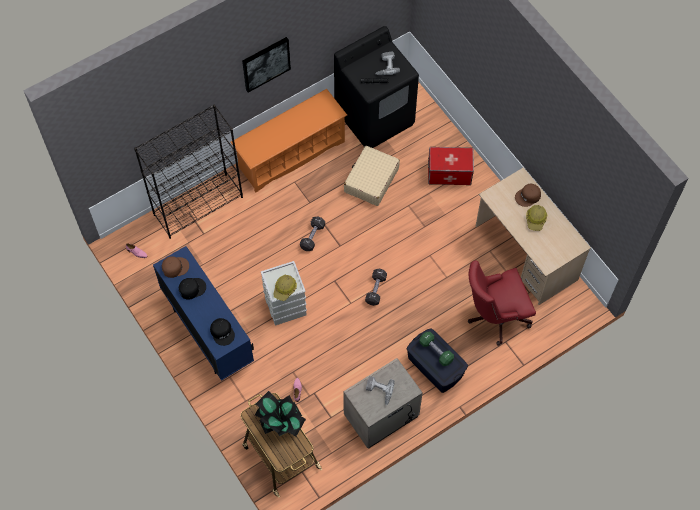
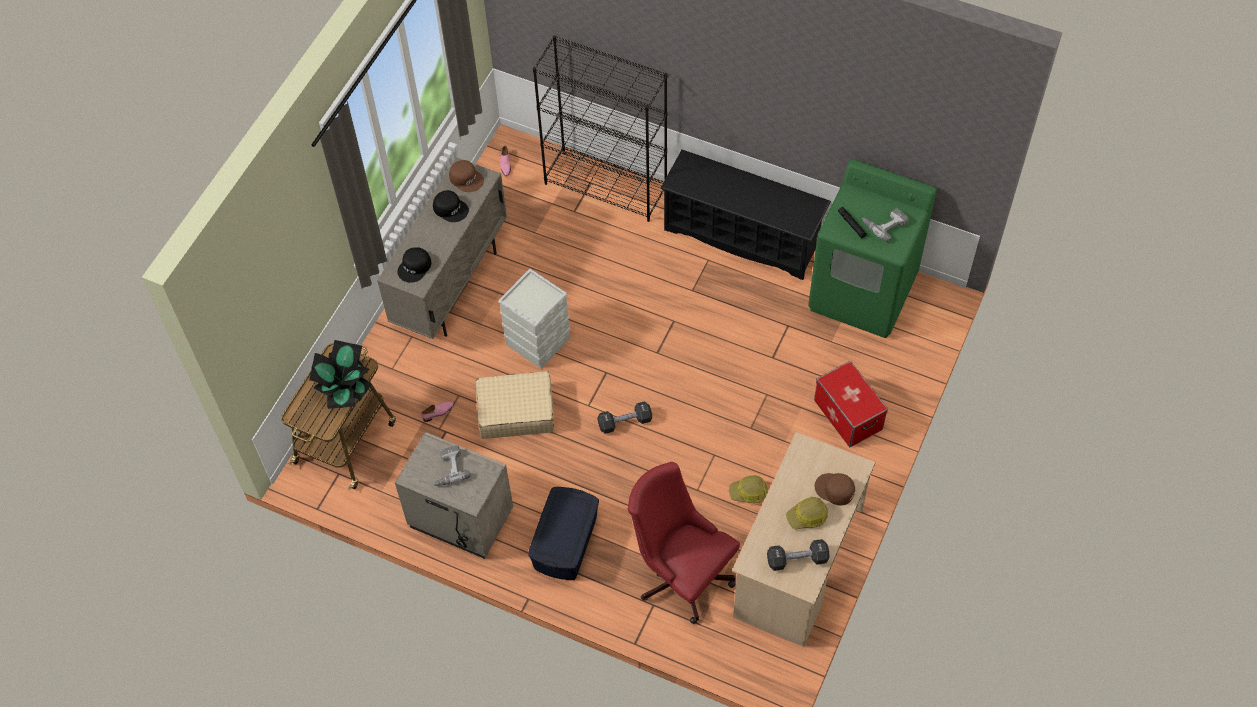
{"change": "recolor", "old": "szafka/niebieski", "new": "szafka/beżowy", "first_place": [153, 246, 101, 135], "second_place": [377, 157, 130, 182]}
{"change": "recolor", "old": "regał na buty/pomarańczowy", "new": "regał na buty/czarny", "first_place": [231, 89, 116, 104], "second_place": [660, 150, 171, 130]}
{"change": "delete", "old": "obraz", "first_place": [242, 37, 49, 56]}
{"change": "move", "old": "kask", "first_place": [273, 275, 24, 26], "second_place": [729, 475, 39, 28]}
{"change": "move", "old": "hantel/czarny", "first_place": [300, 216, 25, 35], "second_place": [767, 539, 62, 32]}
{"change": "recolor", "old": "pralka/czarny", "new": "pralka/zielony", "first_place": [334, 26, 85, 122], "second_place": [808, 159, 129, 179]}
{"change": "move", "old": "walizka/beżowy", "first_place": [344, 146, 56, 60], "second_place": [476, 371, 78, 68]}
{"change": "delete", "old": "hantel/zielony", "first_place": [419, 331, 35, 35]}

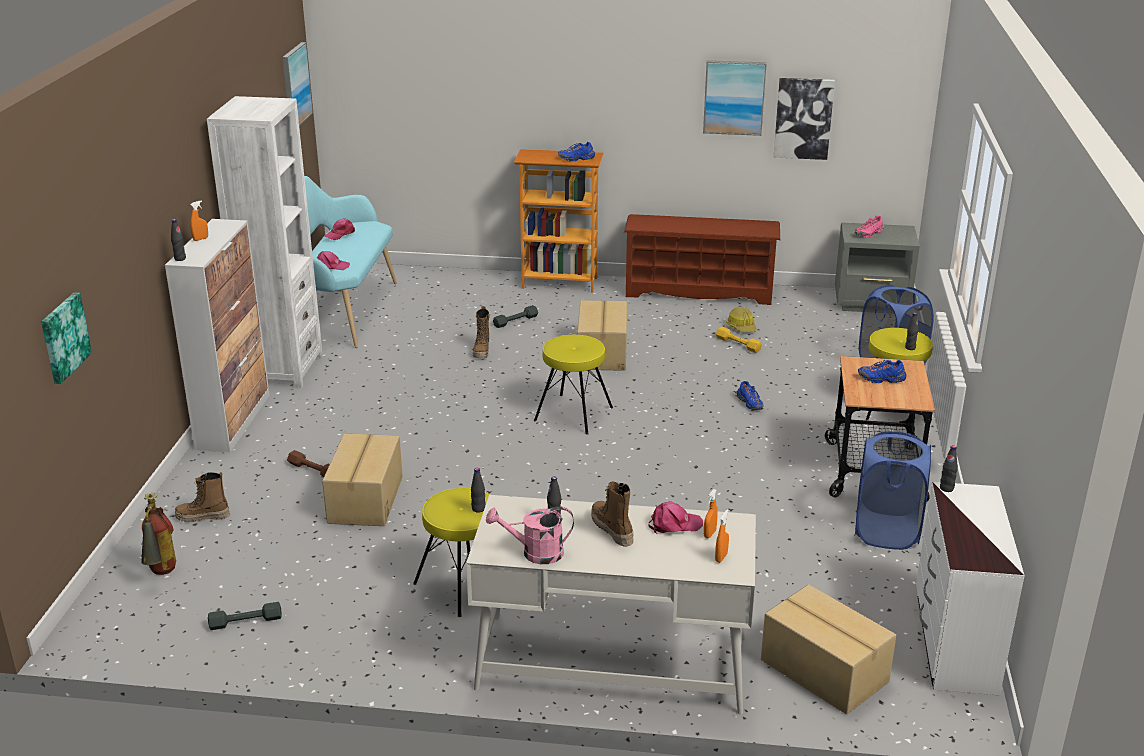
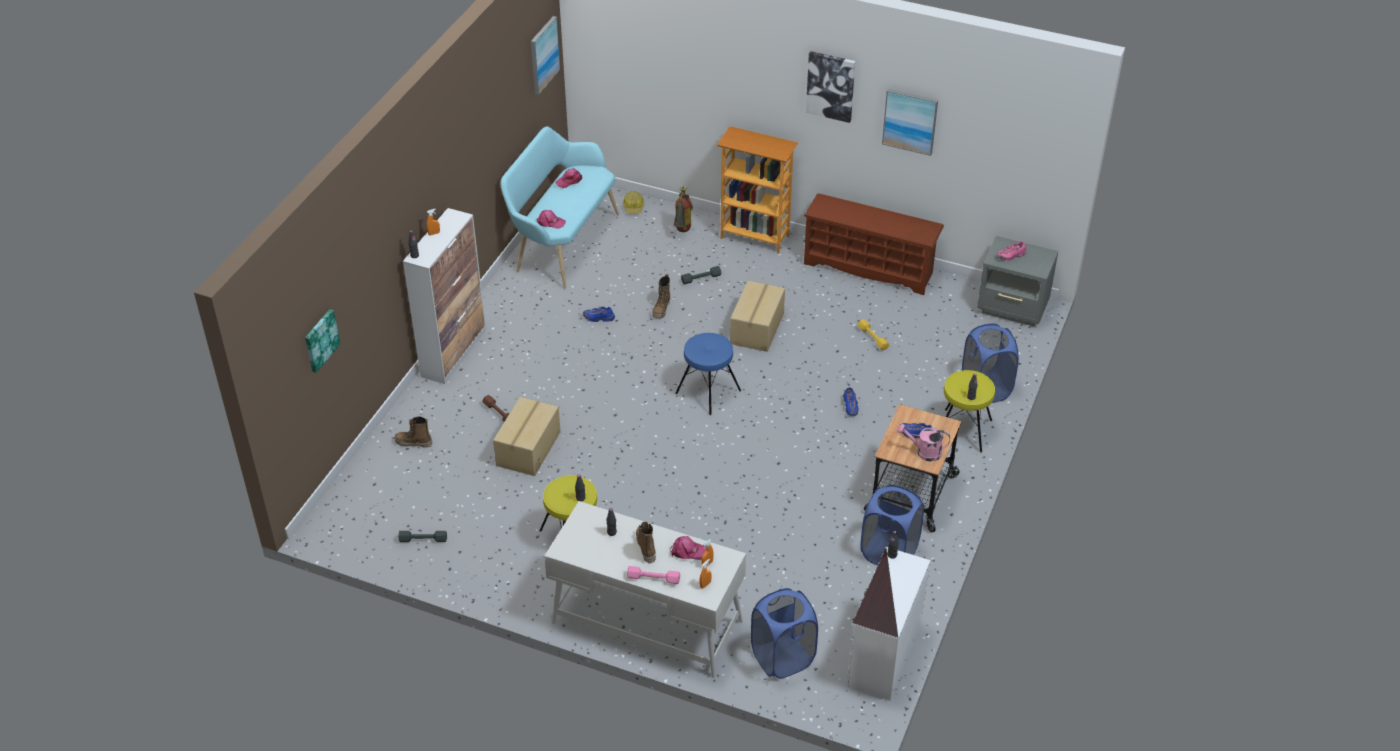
{"change": "move", "old": "gaśnica", "first_place": [141, 493, 35, 82], "second_place": [674, 186, 19, 46]}
{"change": "delete", "old": "regał/biały", "first_place": [207, 96, 116, 292]}
{"change": "move", "old": "konewka/różowy", "first_place": [486, 507, 88, 57], "second_place": [897, 424, 53, 38]}
{"change": "recolor", "old": "stołek/żółty", "new": "stołek/niebieski", "first_place": [534, 335, 79, 100], "second_place": [675, 333, 66, 82]}
{"change": "move", "old": "but/niebieski", "first_place": [558, 142, 37, 19], "second_place": [583, 307, 32, 15]}
{"change": "move", "old": "kask", "first_place": [726, 307, 31, 25], "second_place": [623, 191, 21, 23]}
{"change": "replace", "old": "karton", "new": "kosz na pranie/niebieski", "first_place": [761, 585, 135, 130], "second_place": [751, 588, 67, 91]}
{"change": "move", "old": "obraz", "first_place": [774, 78, 61, 82], "second_place": [806, 51, 49, 72]}
{"change": "insert", "new": "hantel/różowy", "second_place": [627, 566, 53, 18]}

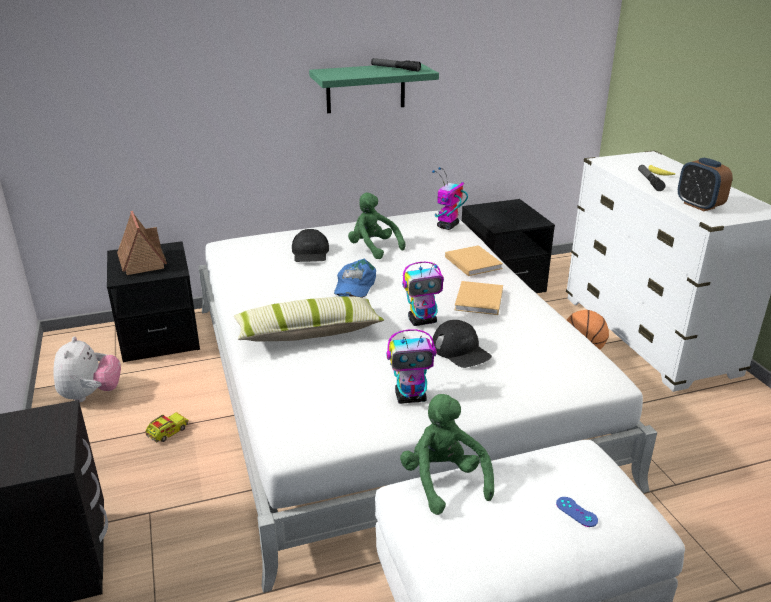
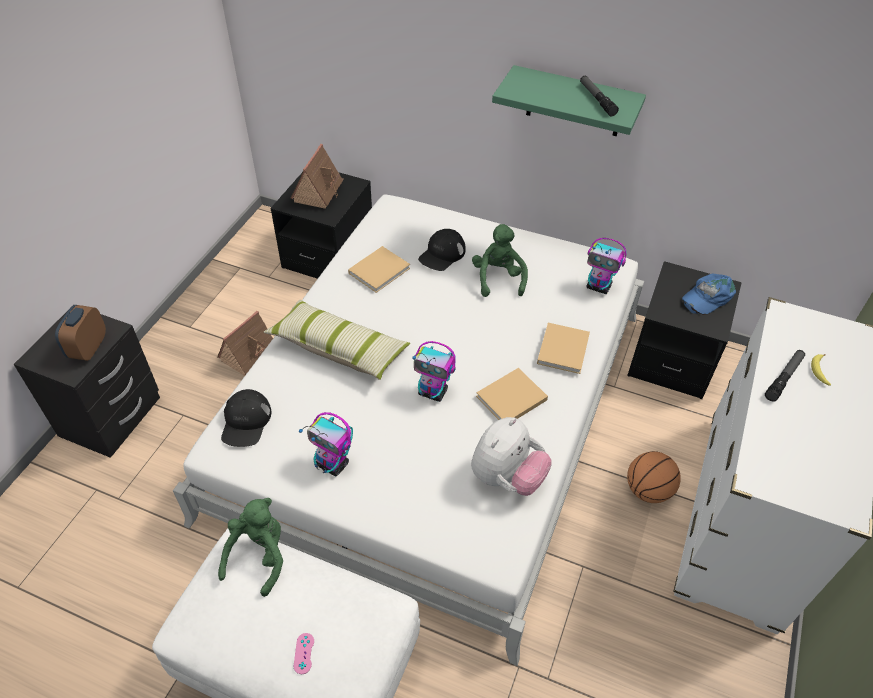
{"change": "move", "old": "pluszak", "first_place": [54, 337, 67, 66], "second_place": [471, 417, 81, 79]}
{"change": "replace", "old": "ciężarówka zabawkowa", "new": "domek", "first_place": [145, 412, 44, 30], "second_place": [217, 311, 56, 65]}
{"change": "move", "old": "czapka z daszkiem/niebieski", "first_place": [334, 259, 42, 39], "second_place": [682, 274, 54, 41]}
{"change": "rotate", "old": "robot zabawkowy", "first_place": [432, 167, 36, 63], "second_place": [586, 238, 40, 56], "degrees": -135}
{"change": "move", "old": "czapka z daszkiem/czarny", "first_place": [432, 320, 60, 48], "second_place": [221, 389, 50, 58]}
{"change": "recolor", "old": "pad do gier/niebieski", "new": "pad do gier/różowy", "first_place": [556, 497, 42, 30], "second_place": [294, 633, 20, 41]}
{"change": "move", "old": "budzik", "first_place": [678, 158, 55, 53], "second_place": [55, 305, 51, 56]}
{"change": "insert", "new": "książka/beżowy", "second_place": [348, 246, 62, 47]}

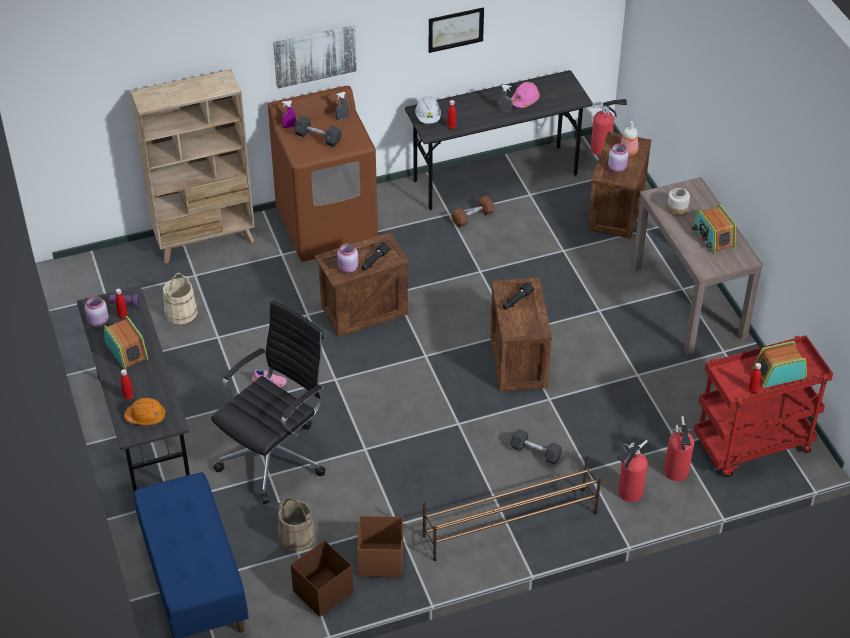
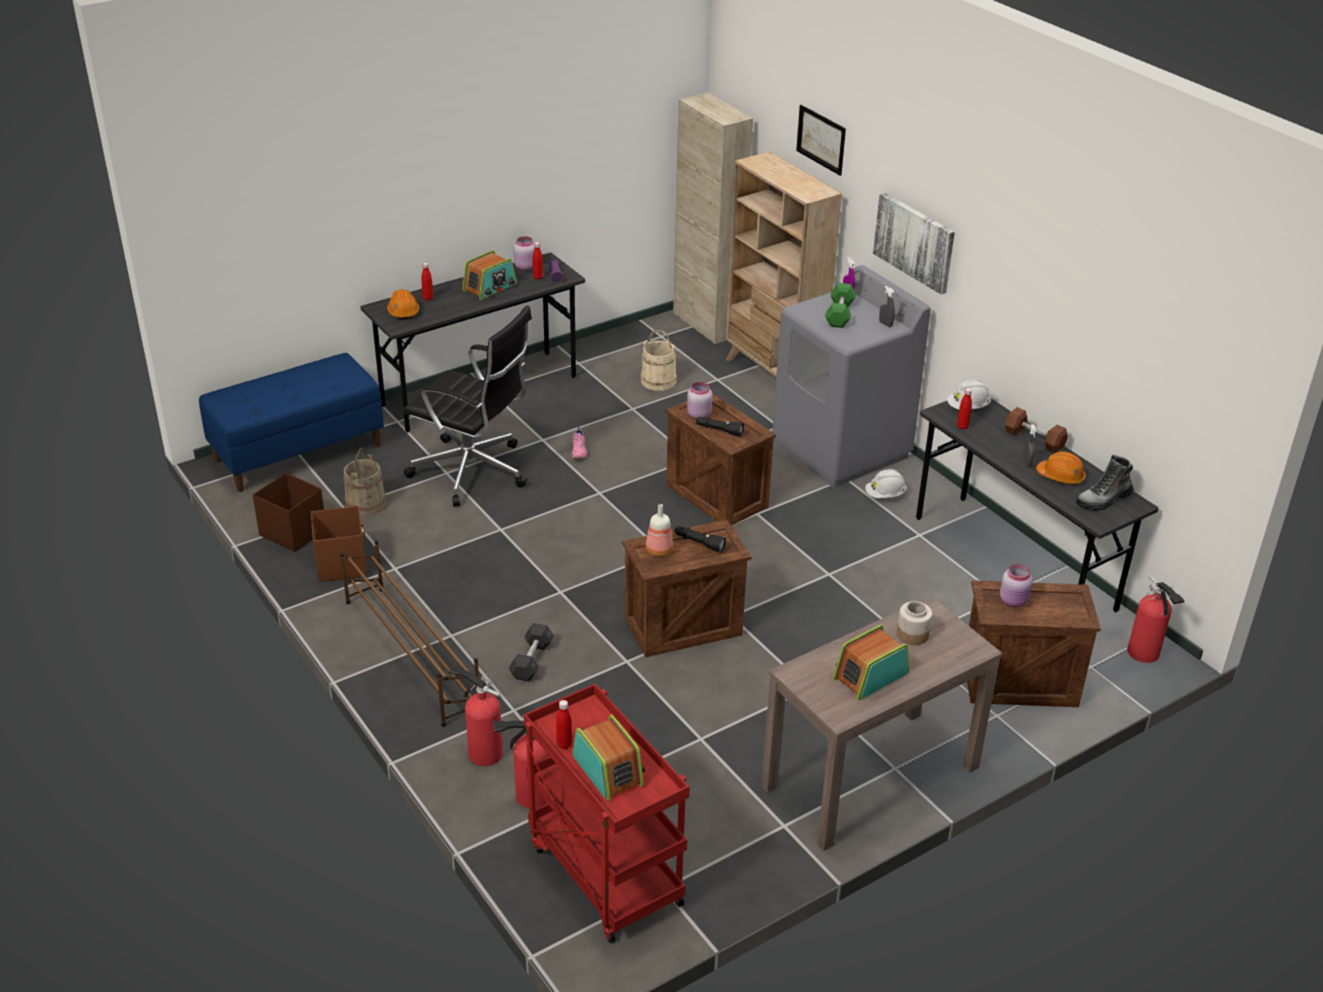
{"change": "recolor", "old": "pralka/brązowy", "new": "pralka/szary", "first_place": [268, 86, 110, 176], "second_place": [772, 265, 159, 222]}
{"change": "recolor", "old": "hantel/szary", "new": "hantel/zielony", "first_place": [294, 116, 47, 31], "second_place": [825, 283, 31, 45]}
{"change": "move", "old": "obraz", "first_place": [429, 7, 55, 46], "second_place": [796, 105, 50, 71]}
{"change": "move", "old": "hantel/brązowy", "first_place": [451, 196, 44, 32], "second_place": [1005, 407, 63, 46]}
{"change": "recolor", "old": "kask/różowy", "new": "kask/pomarańczowy", "first_place": [511, 82, 29, 26], "second_place": [1036, 451, 50, 33]}
{"change": "move", "old": "butelka", "first_place": [620, 121, 18, 35], "second_place": [646, 504, 27, 52]}
{"change": "insert", "new": "szafka/beżowy", "second_place": [673, 93, 80, 251]}
{"change": "insert", "new": "kask/biały", "second_place": [865, 469, 41, 29]}
{"change": "insert", "new": "but z cholewką", "second_place": [1076, 455, 58, 56]}

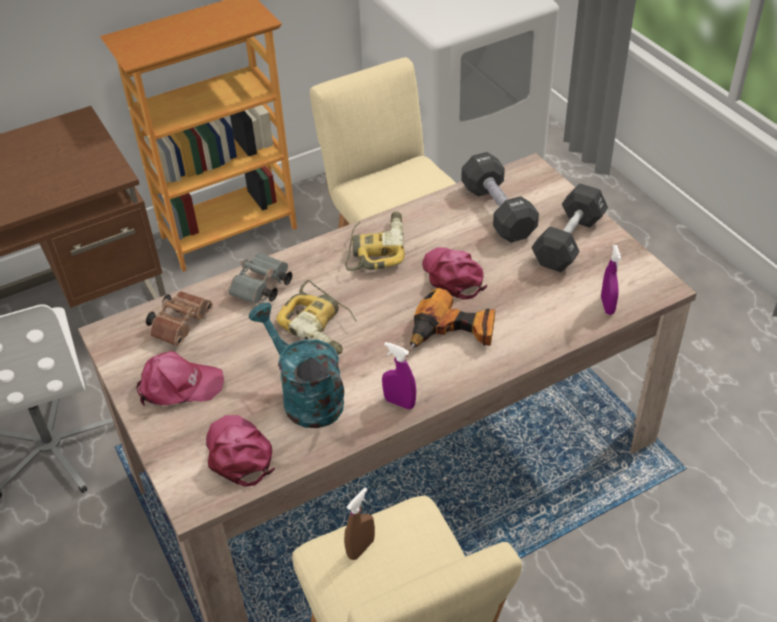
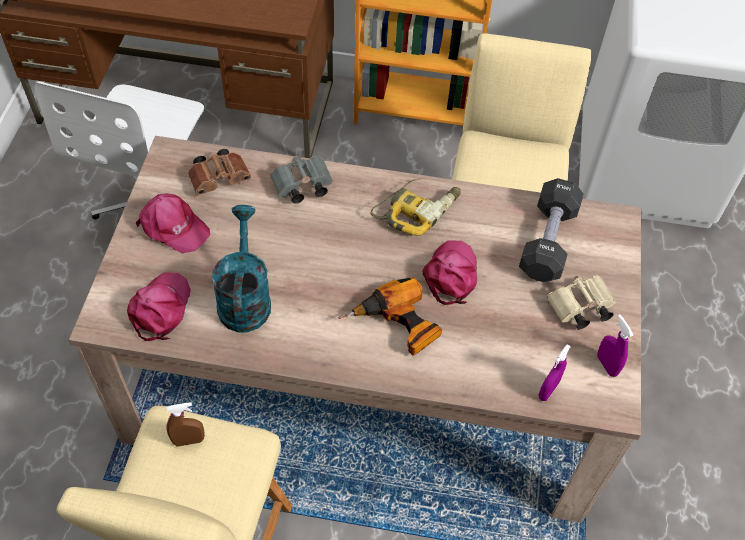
{"change": "delete", "old": "wiertarka", "first_place": [276, 280, 81, 75]}
{"change": "move", "old": "spryskiwacz/fioletowy", "first_place": [382, 342, 34, 68], "second_place": [597, 314, 37, 63]}
{"change": "replace", "old": "hantel/czarny", "new": "lornetka/beżowy", "first_place": [531, 183, 77, 89], "second_place": [547, 275, 69, 55]}

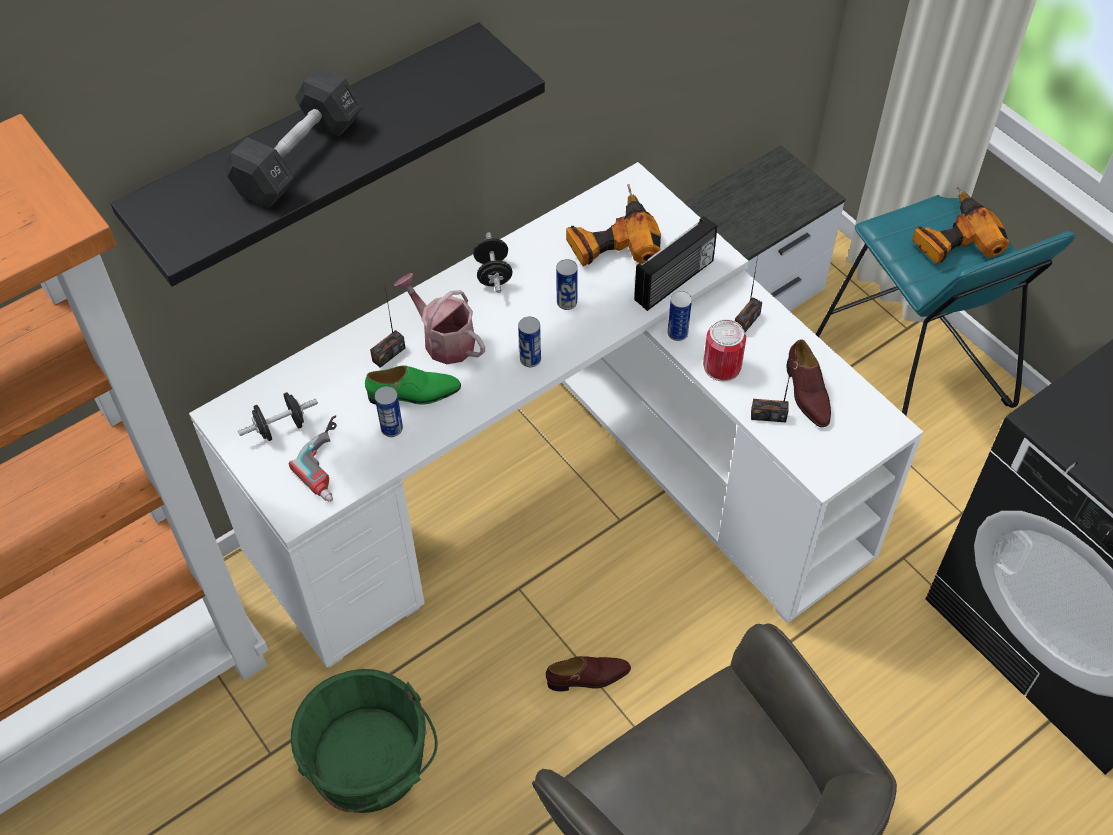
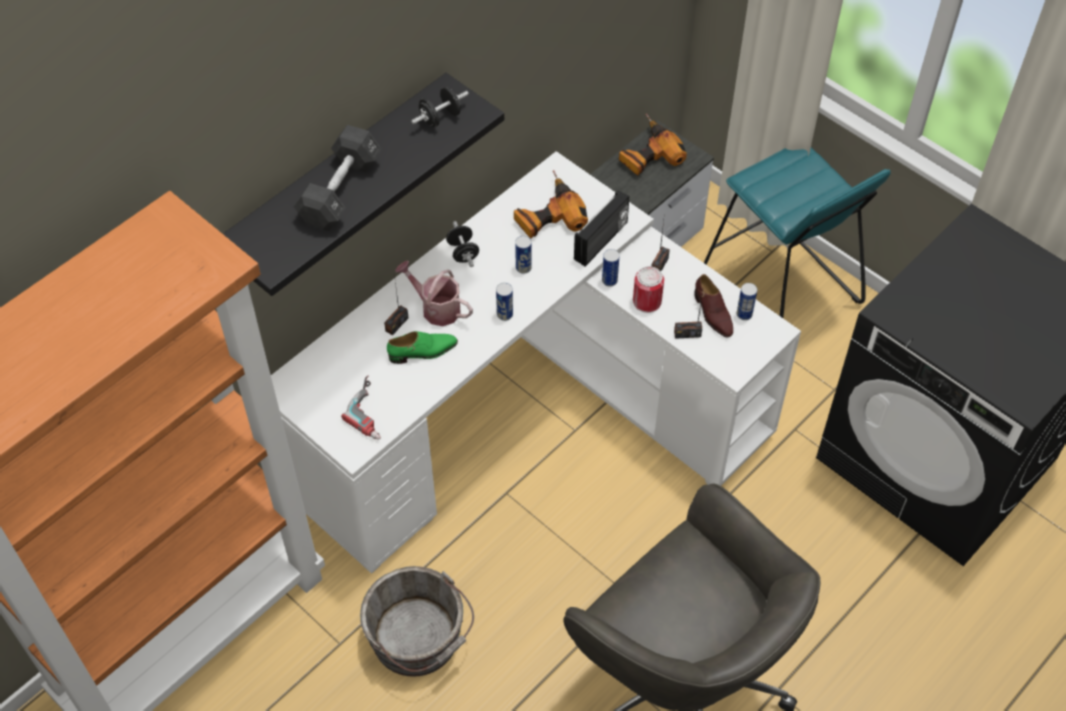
{"change": "move", "old": "hantel/czarny", "first_place": [238, 392, 80, 49], "second_place": [411, 87, 58, 40]}
{"change": "recolor", "old": "wiadro/zielony", "new": "wiadro/szary", "first_place": [291, 669, 147, 144], "second_place": [360, 566, 114, 111]}
{"change": "move", "old": "puszka", "first_place": [375, 386, 28, 51], "second_place": [737, 283, 20, 37]}
{"change": "delete", "old": "but/brązowy", "first_place": [546, 656, 85, 35]}
{"change": "move", "old": "wiertarka", "first_place": [912, 187, 97, 78], "second_place": [619, 114, 68, 62]}

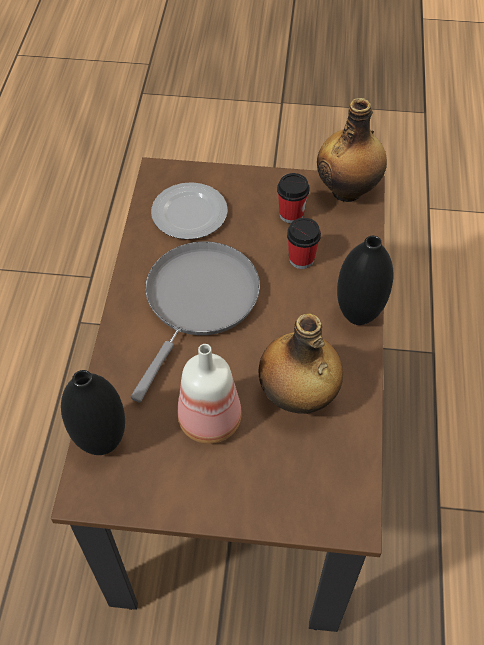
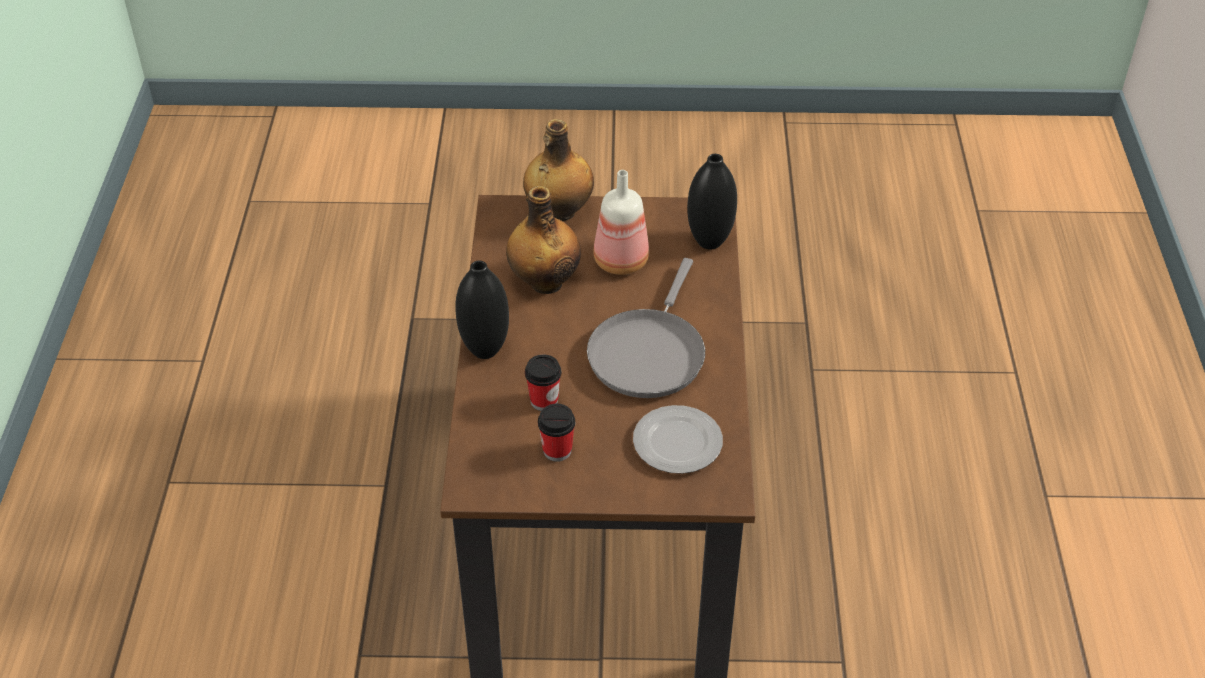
{"change": "move", "old": "butelka", "first_place": [317, 98, 70, 104], "second_place": [523, 119, 71, 102]}

